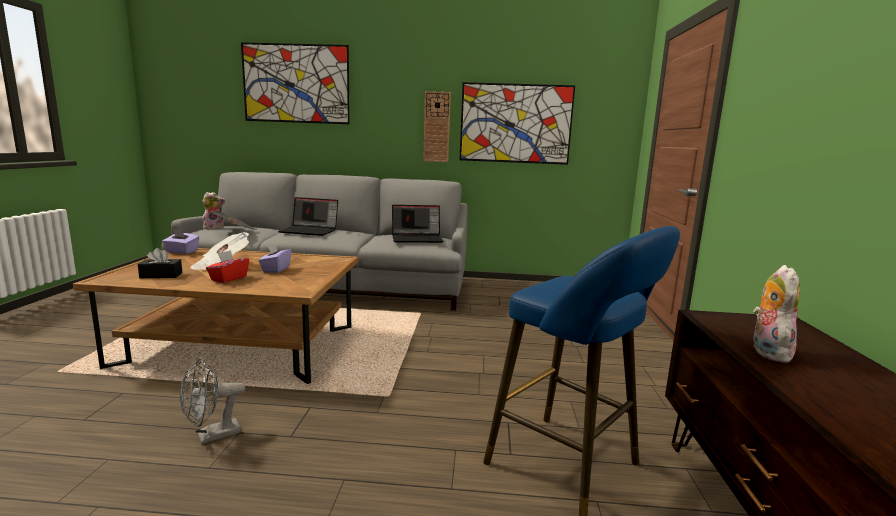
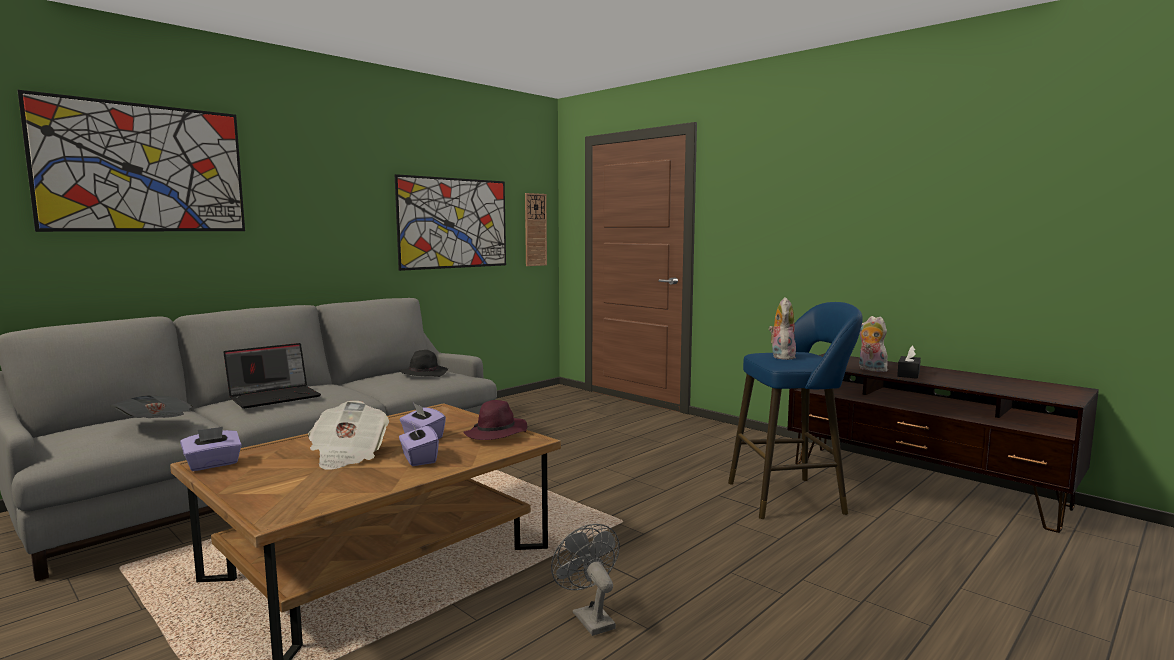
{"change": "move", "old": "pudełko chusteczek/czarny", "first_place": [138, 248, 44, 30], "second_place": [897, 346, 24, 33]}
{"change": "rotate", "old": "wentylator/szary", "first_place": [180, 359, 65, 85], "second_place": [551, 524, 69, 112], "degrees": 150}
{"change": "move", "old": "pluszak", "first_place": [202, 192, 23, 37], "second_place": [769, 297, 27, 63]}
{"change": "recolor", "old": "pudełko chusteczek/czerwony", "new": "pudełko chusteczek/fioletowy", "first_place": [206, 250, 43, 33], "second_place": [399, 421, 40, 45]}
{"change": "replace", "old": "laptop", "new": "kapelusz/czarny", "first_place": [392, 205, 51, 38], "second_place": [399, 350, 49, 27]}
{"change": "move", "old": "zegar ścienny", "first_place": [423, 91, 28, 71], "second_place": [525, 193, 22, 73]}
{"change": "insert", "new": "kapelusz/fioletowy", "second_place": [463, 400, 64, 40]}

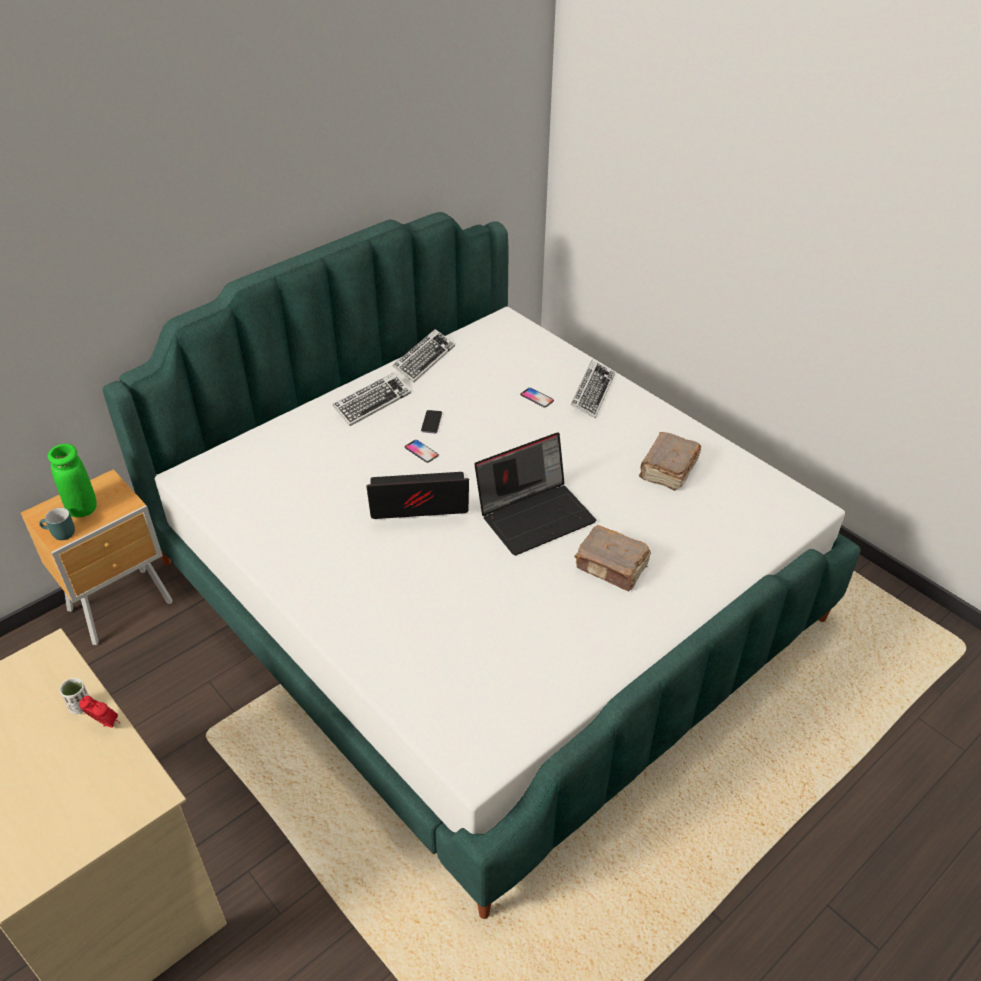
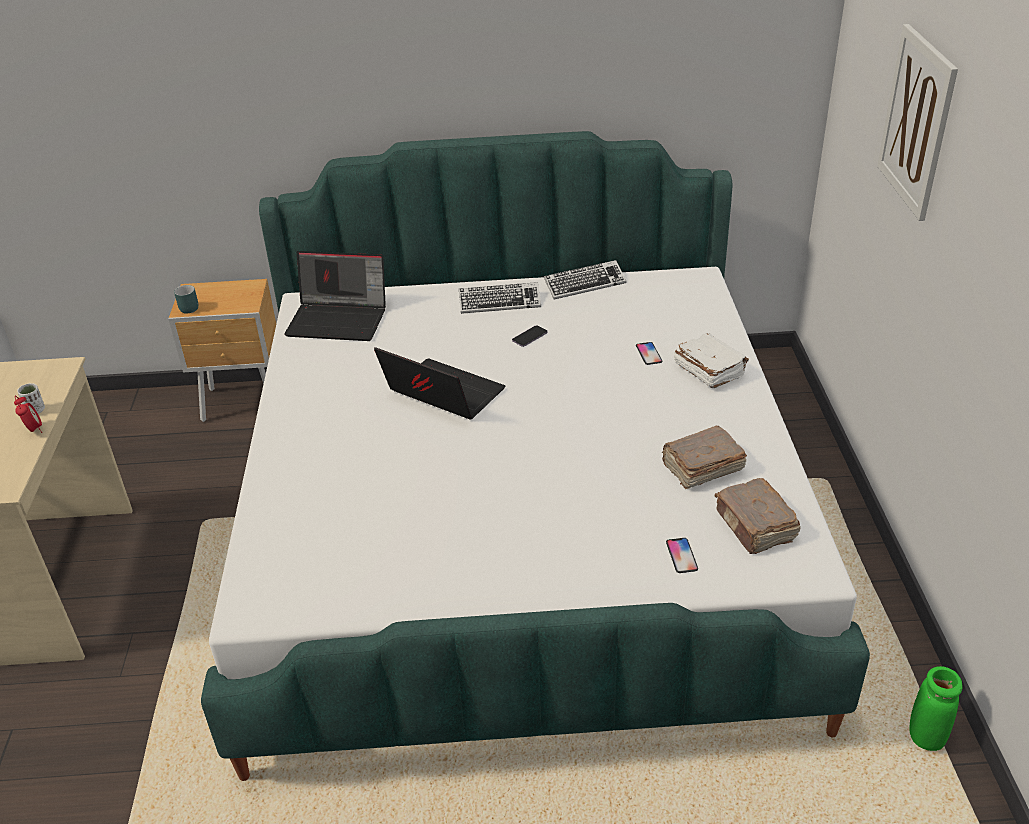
{"change": "move", "old": "wazon/zielony", "first_place": [48, 444, 49, 74], "second_place": [910, 666, 52, 85]}
{"change": "move", "old": "telefon", "first_place": [405, 440, 34, 23], "second_place": [666, 538, 32, 35]}
{"change": "move", "old": "laptop", "first_place": [474, 433, 122, 123], "second_place": [284, 251, 102, 90]}
{"change": "replace", "old": "klawiatura", "new": "książka/biały", "first_place": [570, 360, 45, 58], "second_place": [674, 333, 75, 55]}
{"change": "move", "old": "książka/brązowy", "first_place": [574, 525, 77, 66], "second_place": [715, 478, 86, 76]}
{"change": "insert", "new": "obraz", "second_place": [877, 24, 81, 197]}

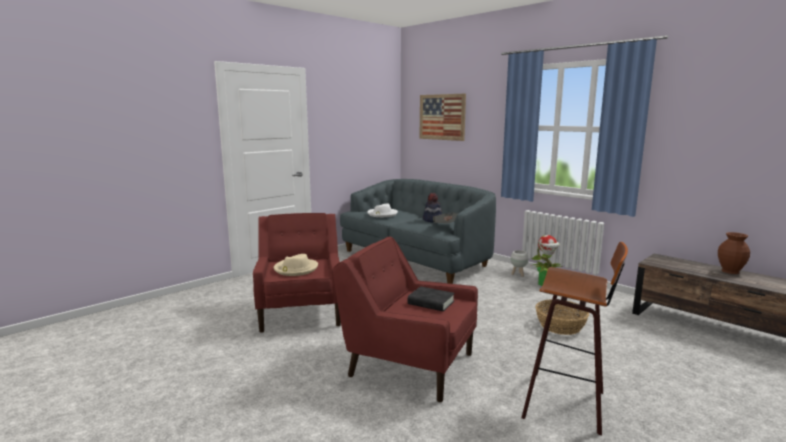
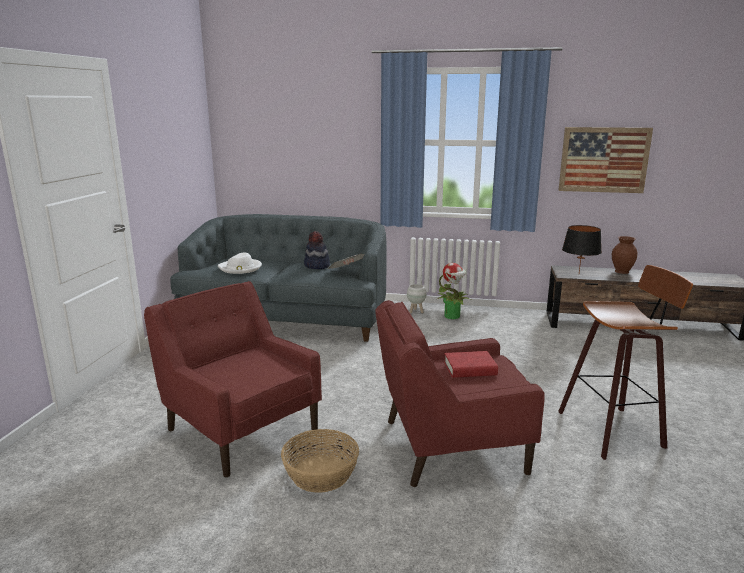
{"change": "delete", "old": "kapelusz/beżowy", "first_place": [274, 254, 44, 22]}
{"change": "recolor", "old": "książka/czarny", "new": "książka/czerwony", "first_place": [408, 286, 47, 26], "second_place": [444, 351, 54, 27]}
{"change": "move", "old": "obraz", "first_place": [419, 94, 47, 47], "second_place": [558, 127, 95, 66]}
{"change": "move", "old": "koszyk", "first_place": [535, 299, 54, 36], "second_place": [281, 429, 78, 64]}
{"change": "insert", "new": "lampa stołowa/czarny", "second_place": [562, 225, 40, 47]}

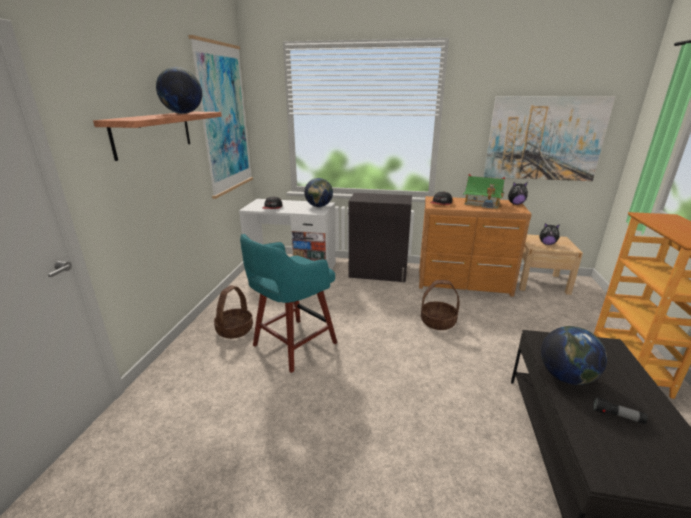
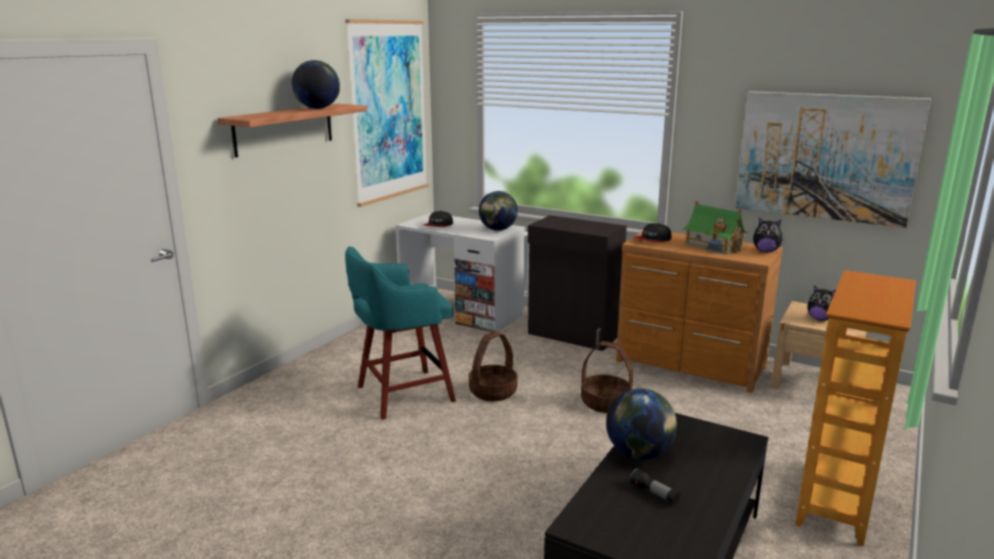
{"change": "move", "old": "koszyk", "first_place": [214, 285, 39, 54], "second_place": [469, 331, 49, 70]}

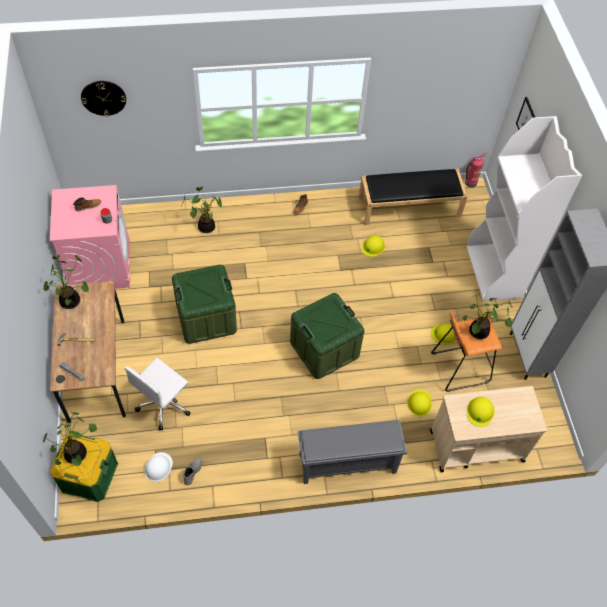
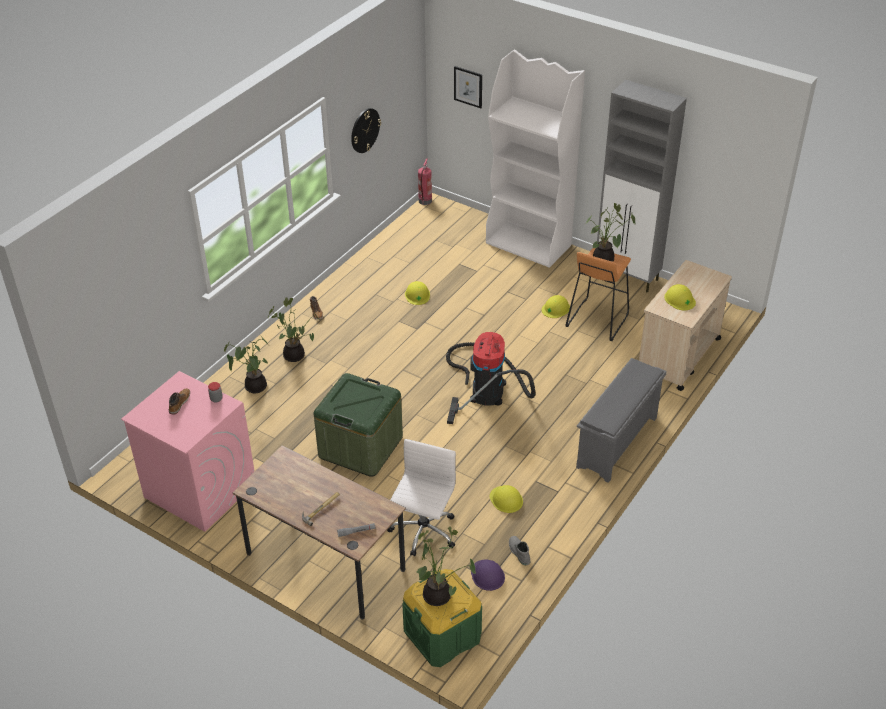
{"change": "move", "old": "roślina doniczkowa", "first_place": [44, 255, 45, 54], "second_place": [267, 297, 52, 65]}
{"change": "move", "old": "zegar ścienny", "first_place": [81, 81, 45, 36], "second_place": [351, 108, 30, 45]}
{"change": "rotate", "old": "krzesło biurowe/biały", "first_place": [124, 358, 66, 72], "second_place": [387, 439, 69, 117], "degrees": -150}
{"change": "recolor", "old": "kask/biały", "new": "kask/fioletowy", "first_place": [144, 452, 29, 30], "second_place": [471, 560, 34, 31]}
{"change": "replace", "old": "pojemnik do przechowywania/zielony", "new": "odkurzacz", "first_place": [290, 293, 74, 86], "second_place": [446, 332, 90, 92]}
{"change": "delete", "old": "ławka/czarny", "first_place": [359, 169, 109, 56]}
{"change": "move", "old": "kask/żółty", "first_place": [407, 389, 25, 27], "second_place": [490, 485, 33, 28]}

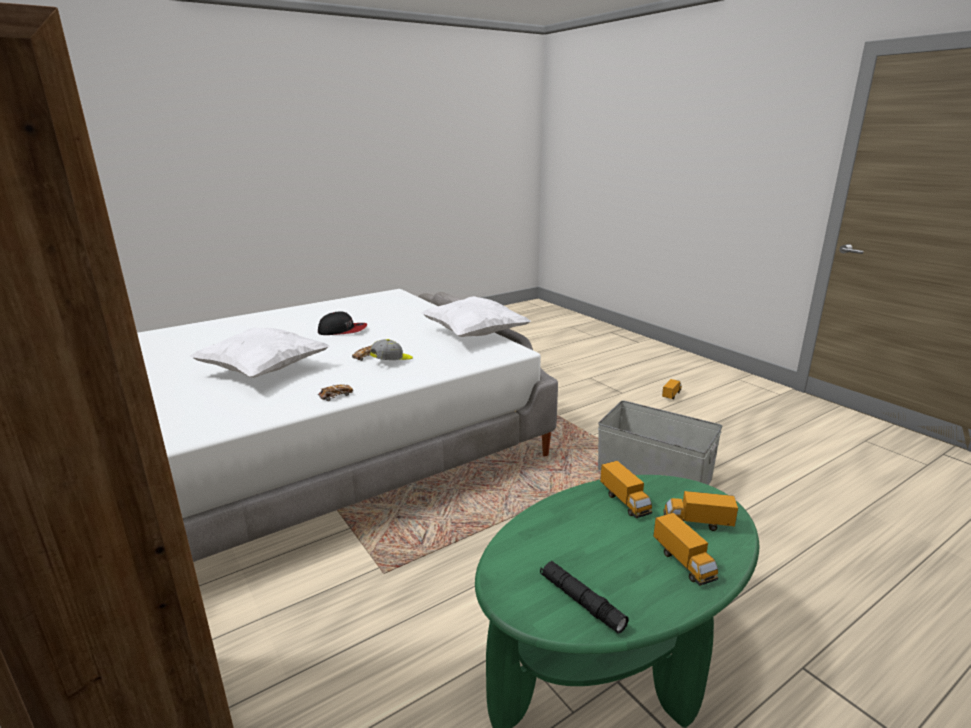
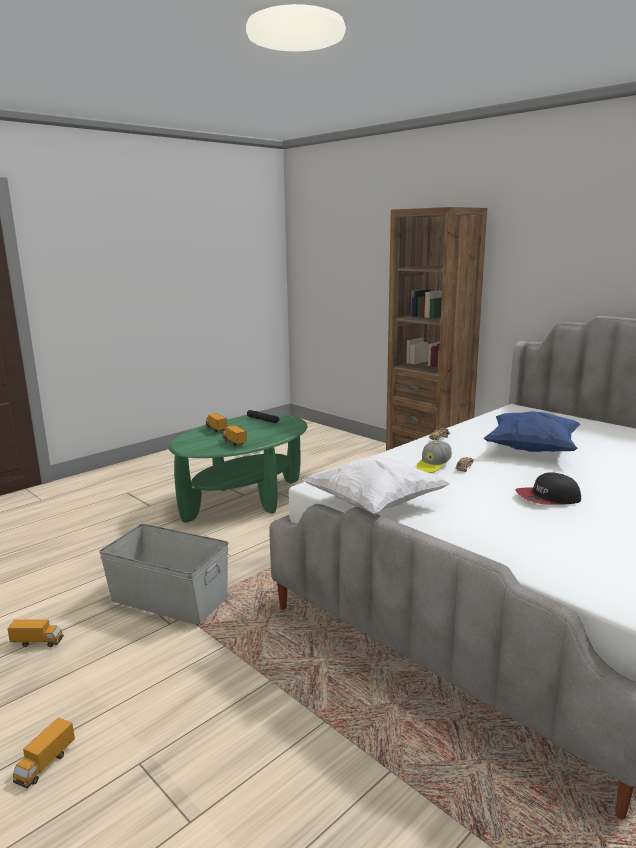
{"change": "recolor", "old": "poduszka/biały", "new": "poduszka/niebieski", "first_place": [189, 327, 140, 50], "second_place": [484, 411, 96, 41]}
{"change": "move", "old": "ciężarówka zabawkowa", "first_place": [664, 491, 74, 40], "second_place": [7, 619, 57, 28]}

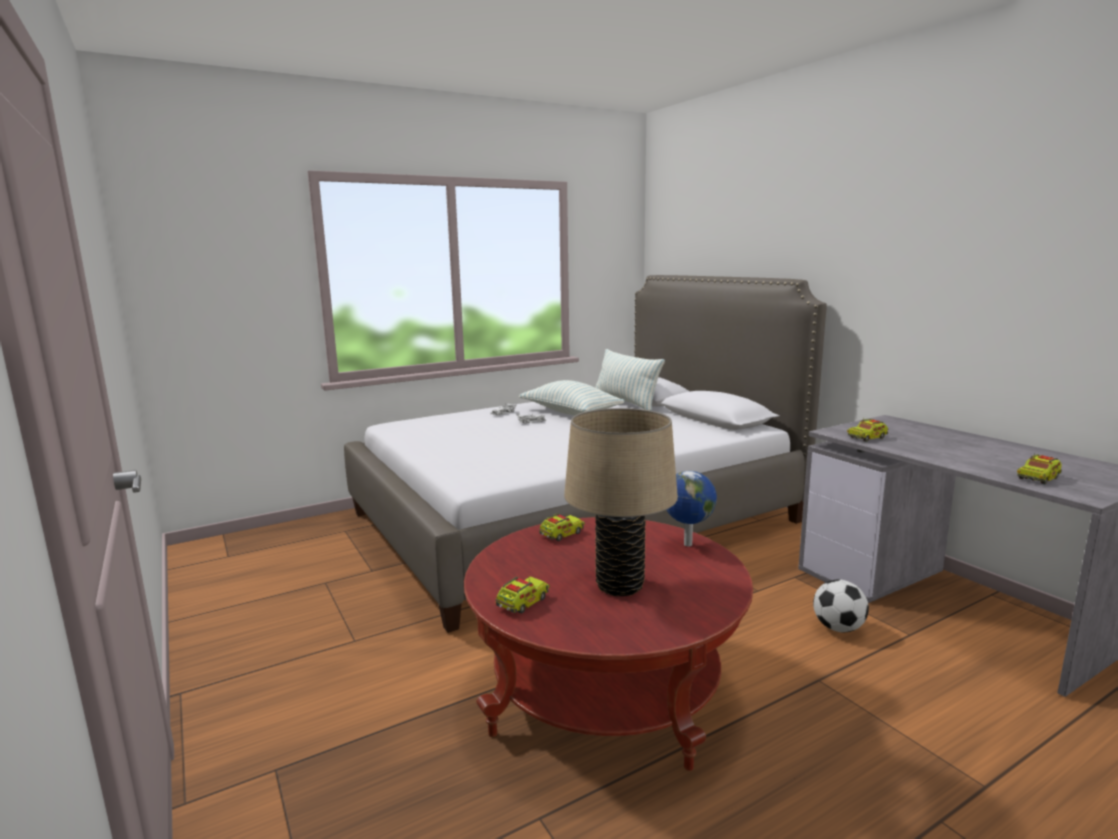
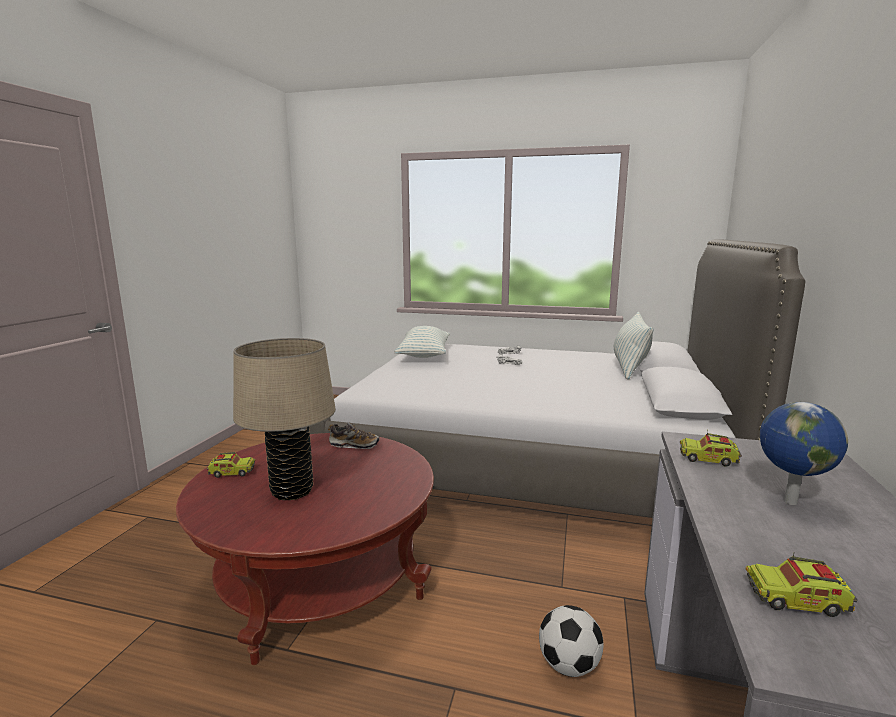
{"change": "move", "old": "poduszka", "first_place": [519, 380, 106, 35], "second_place": [394, 326, 56, 32]}
{"change": "replace", "old": "ciężarówka zabawkowa", "new": "but", "first_place": [539, 513, 46, 28], "second_place": [328, 423, 51, 26]}
{"change": "move", "old": "globus", "first_place": [667, 471, 50, 75], "second_place": [760, 402, 88, 103]}

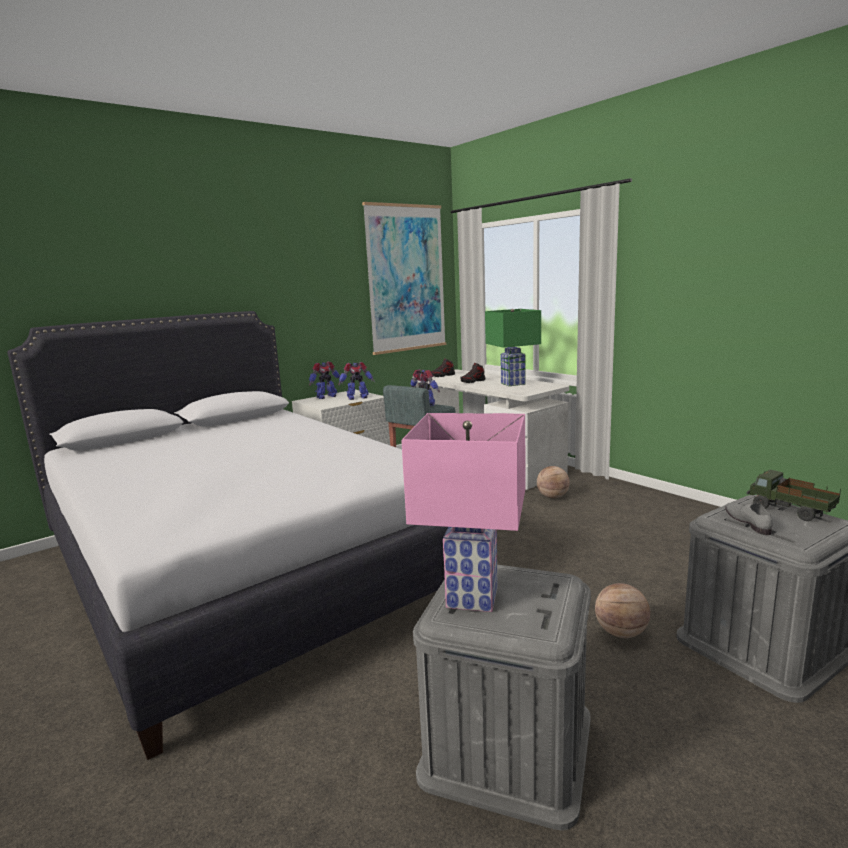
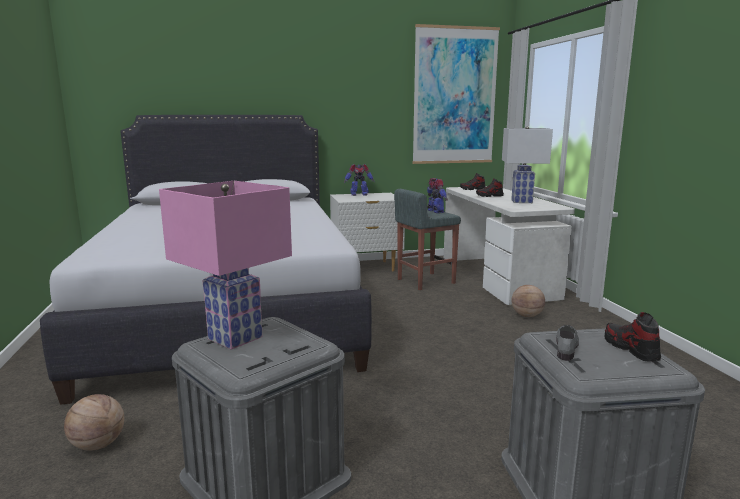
{"change": "delete", "old": "robot zabawkowy", "first_place": [339, 362, 36, 38]}
{"change": "recolor", "old": "lampa stołowa/zielony", "new": "lampa stołowa/biały", "first_place": [485, 309, 56, 77], "second_place": [502, 126, 51, 77]}
{"change": "move", "old": "piłka do koszykówki", "first_place": [595, 583, 55, 55], "second_place": [64, 394, 60, 57]}
{"change": "replace", "old": "ciężarówka zabawkowa", "new": "but", "first_place": [747, 470, 94, 51], "second_place": [605, 312, 56, 49]}

